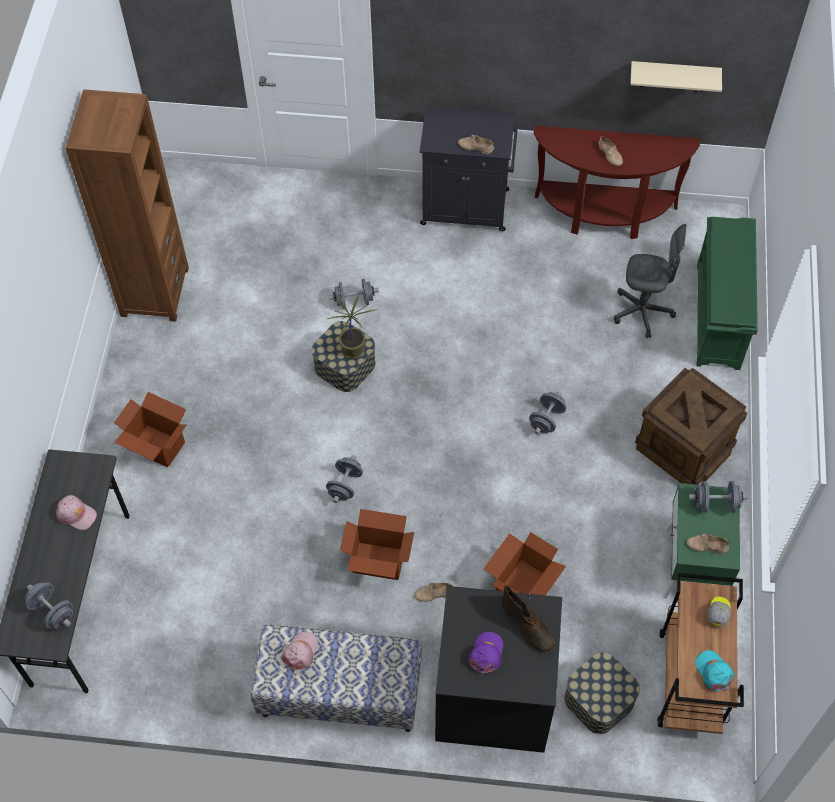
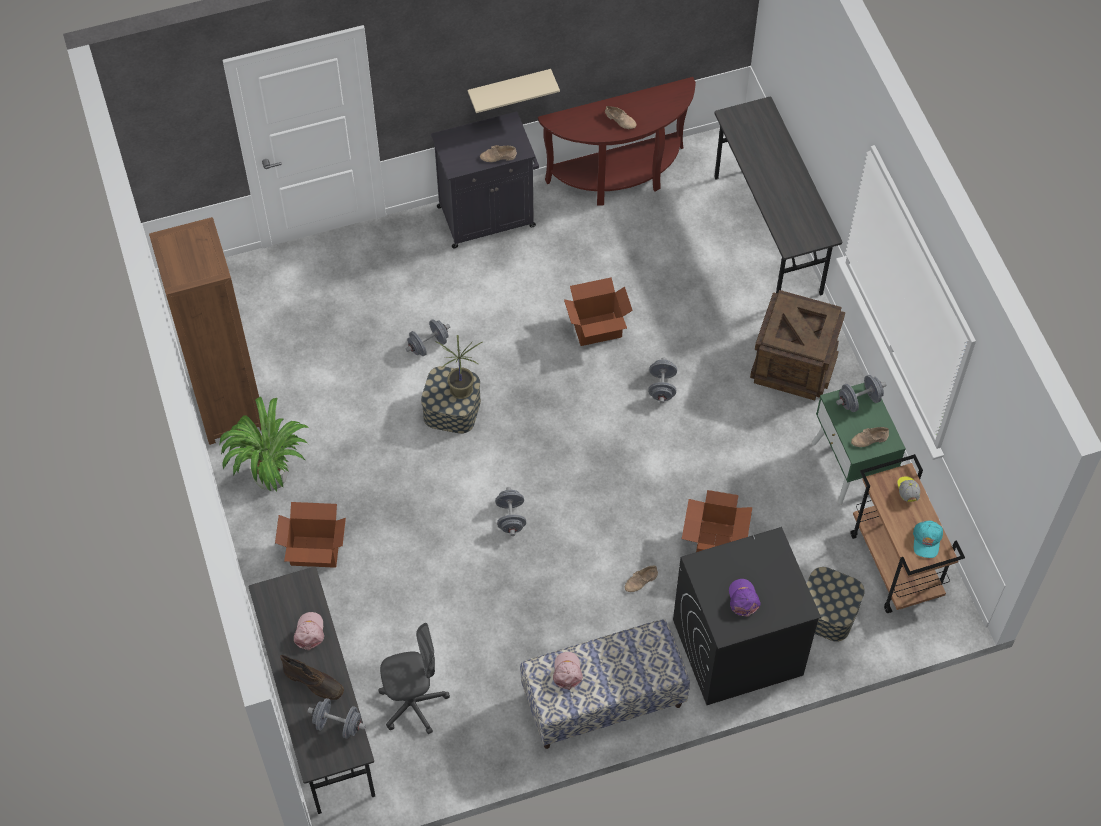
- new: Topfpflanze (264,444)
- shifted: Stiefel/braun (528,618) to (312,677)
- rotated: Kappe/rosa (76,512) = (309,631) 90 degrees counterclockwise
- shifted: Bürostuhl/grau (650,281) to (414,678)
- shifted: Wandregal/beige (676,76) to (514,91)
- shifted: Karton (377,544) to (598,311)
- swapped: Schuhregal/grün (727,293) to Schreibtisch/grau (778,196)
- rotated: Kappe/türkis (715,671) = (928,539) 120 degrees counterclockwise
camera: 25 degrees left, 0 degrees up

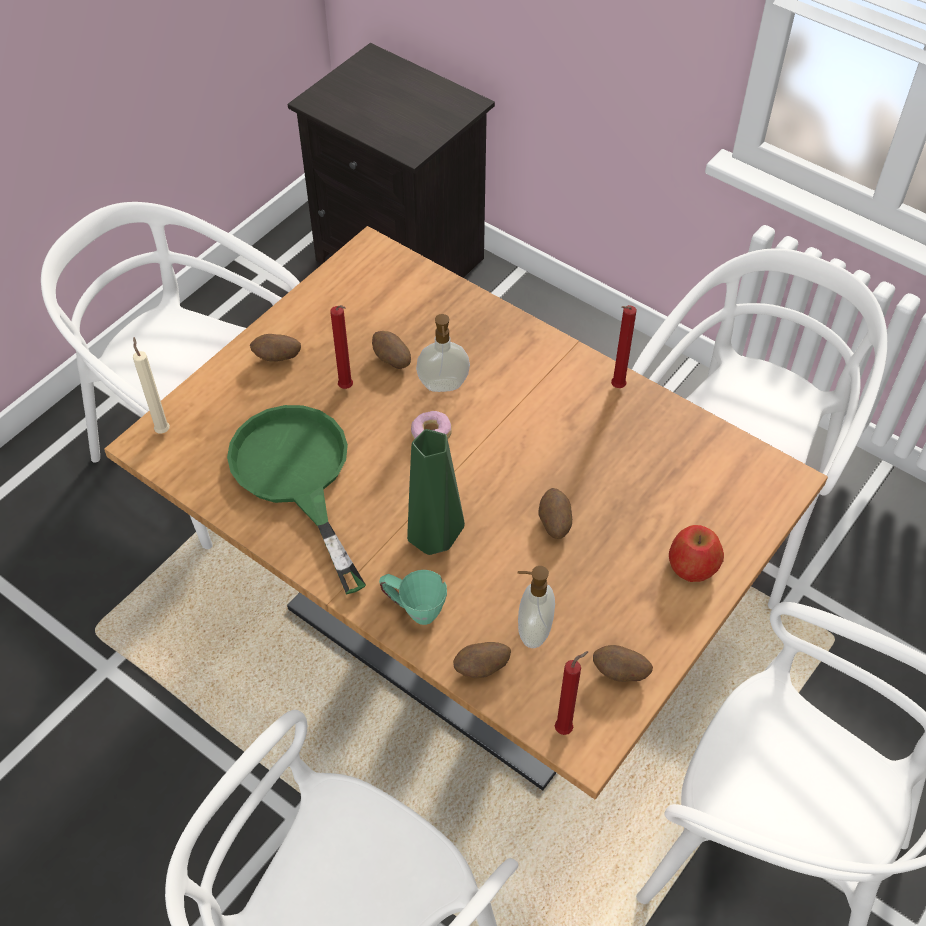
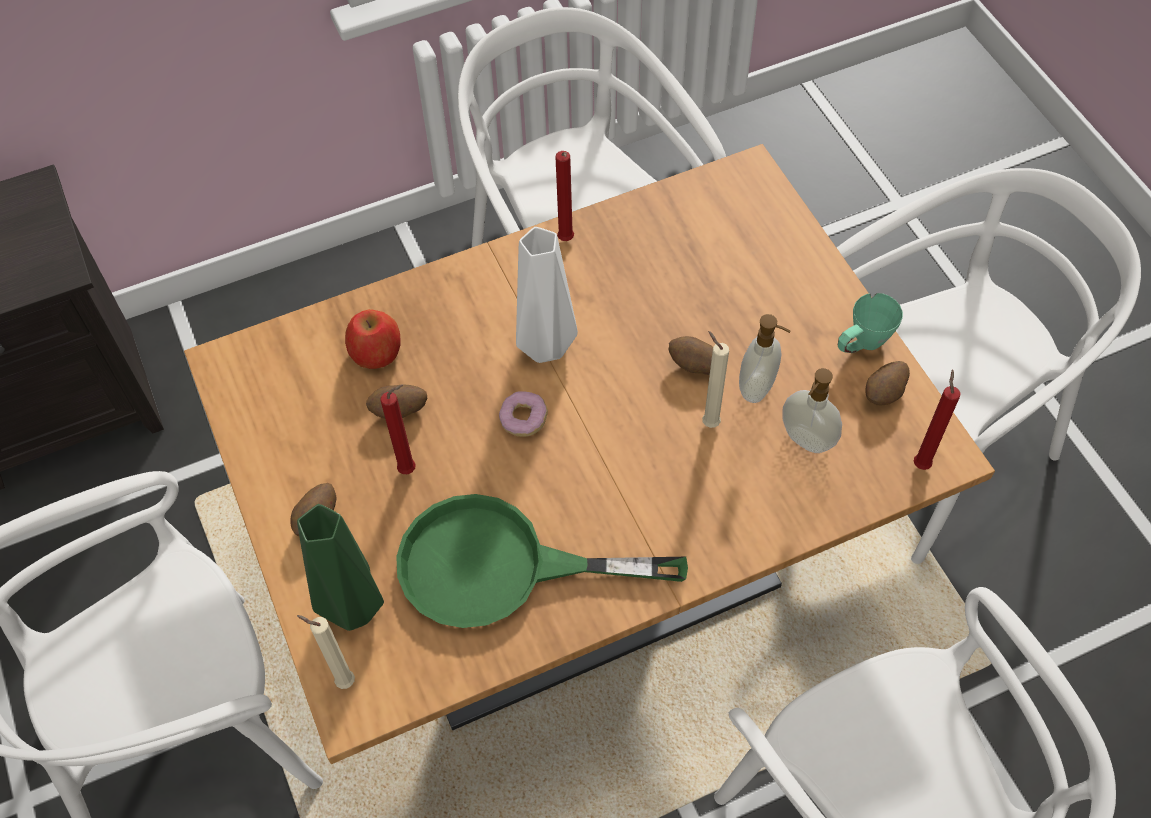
- shifted: Vase/grün (436,492) to (340,567)
- shifted: Apfel (696,553) to (373,339)
- new: Vase/weiß (547,295)
- new: Kerze/beige (715,379)
- shifted: Seifenspender (443,353) to (764,358)
- shifted: Henkelbecher/grün (413,597) to (870,323)
- gone: Kartoffel (482,660)
camera: 60 degrees left, 5 degrees up

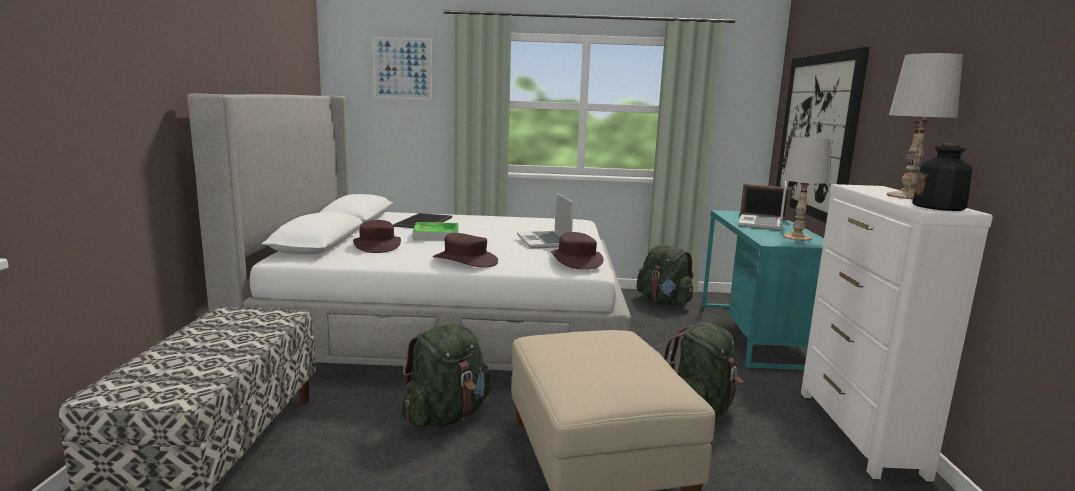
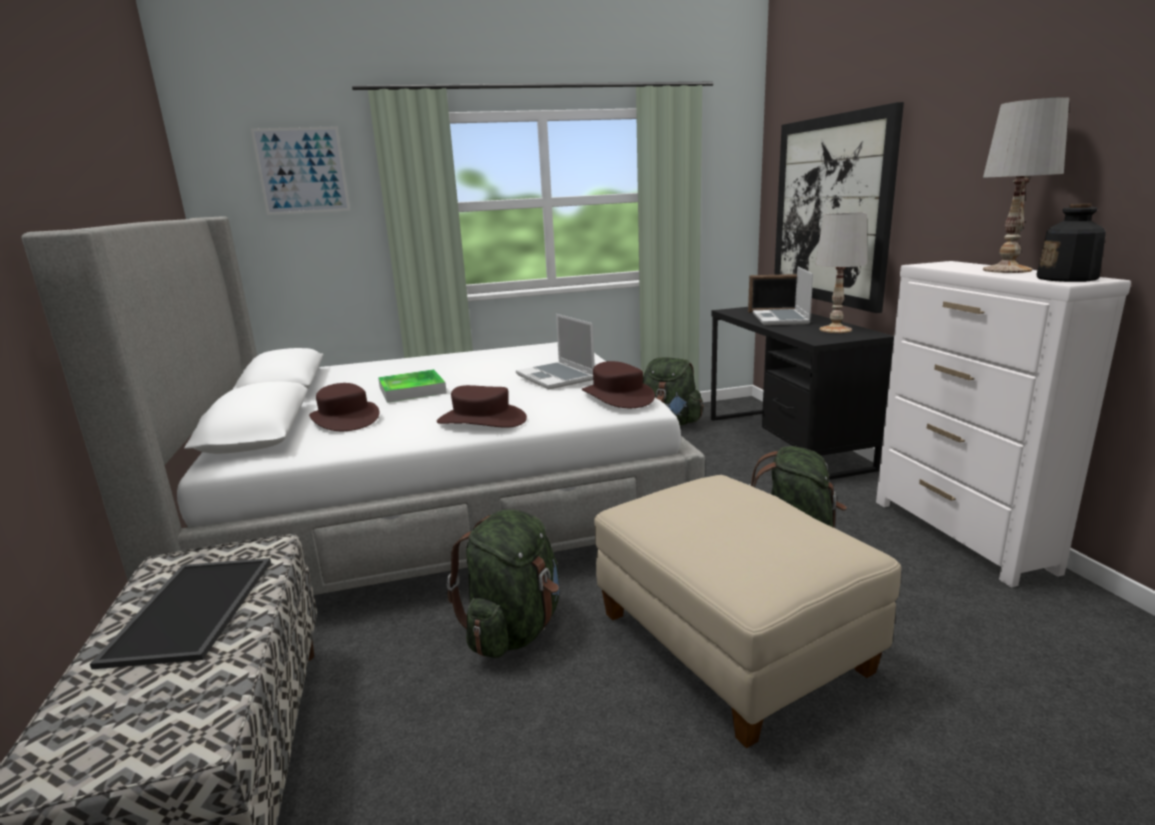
- shifted: Tablett (422,220) to (180,613)
- repainted: Schreibtisch/türkis (763,290) to Schreibtisch/schwarz (802,393)
camera: 15 degrees left, 5 degrees up

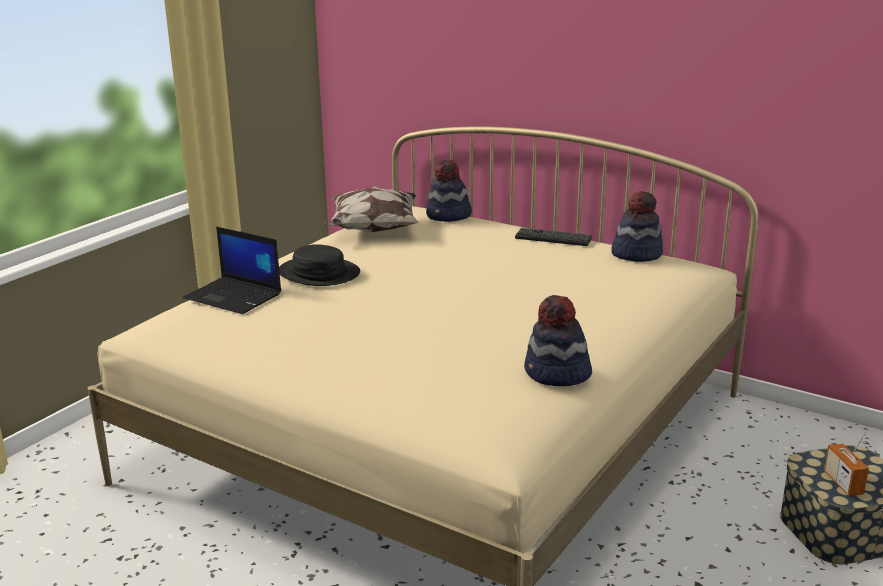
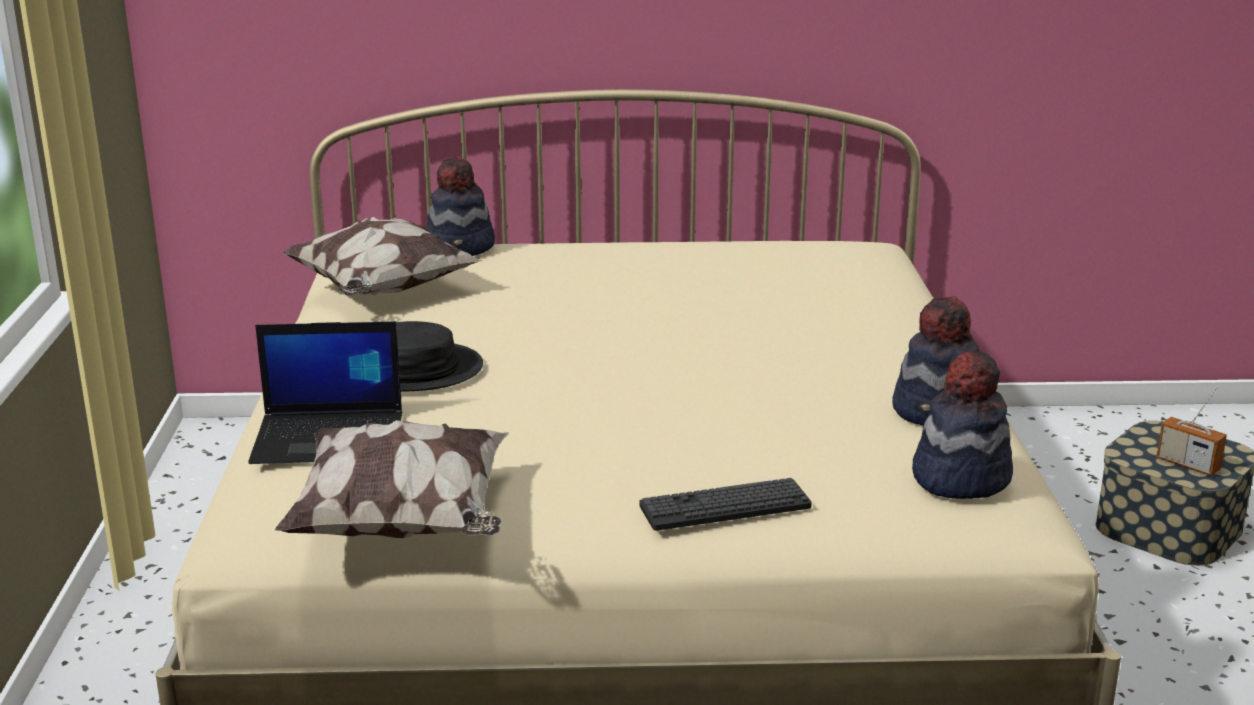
- new: Kissen (392,479)
- shifted: Tastatur (553,237) to (726,504)
- shifted: Hut (637,226) to (962,425)
camera: 35 degrees left, 0 degrees up

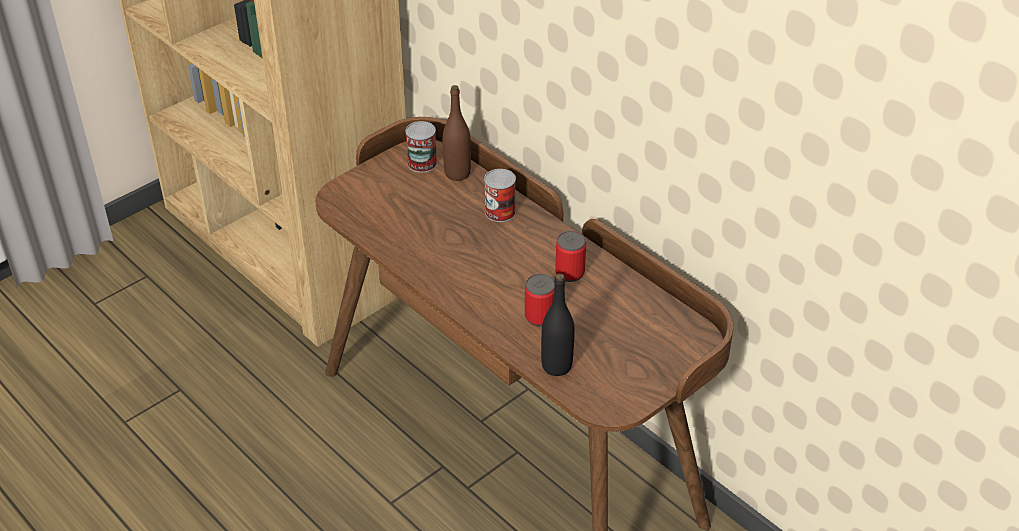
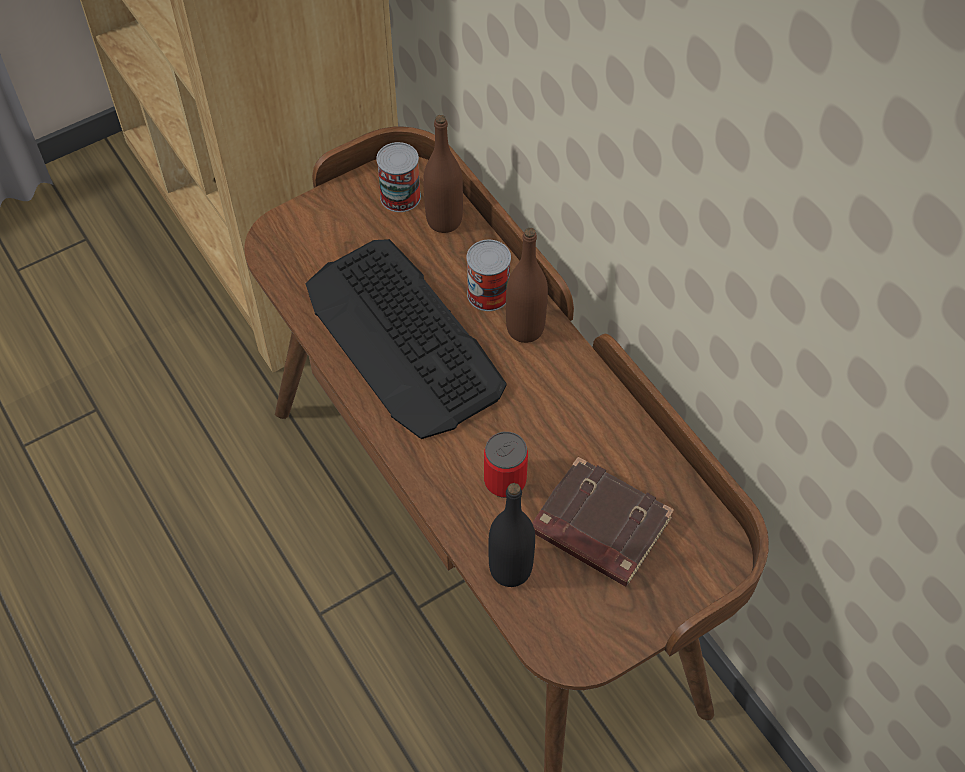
- new: Tastatur (406,339)
- new: Flasche/braun (527,285)
- new: Buch/braun (603,522)
- gone: Dose (570,256)
camera: 10 degrees right, 15 degrees up

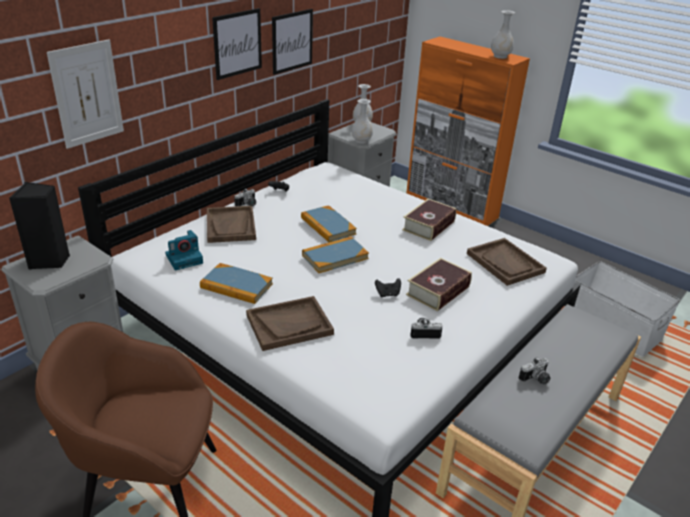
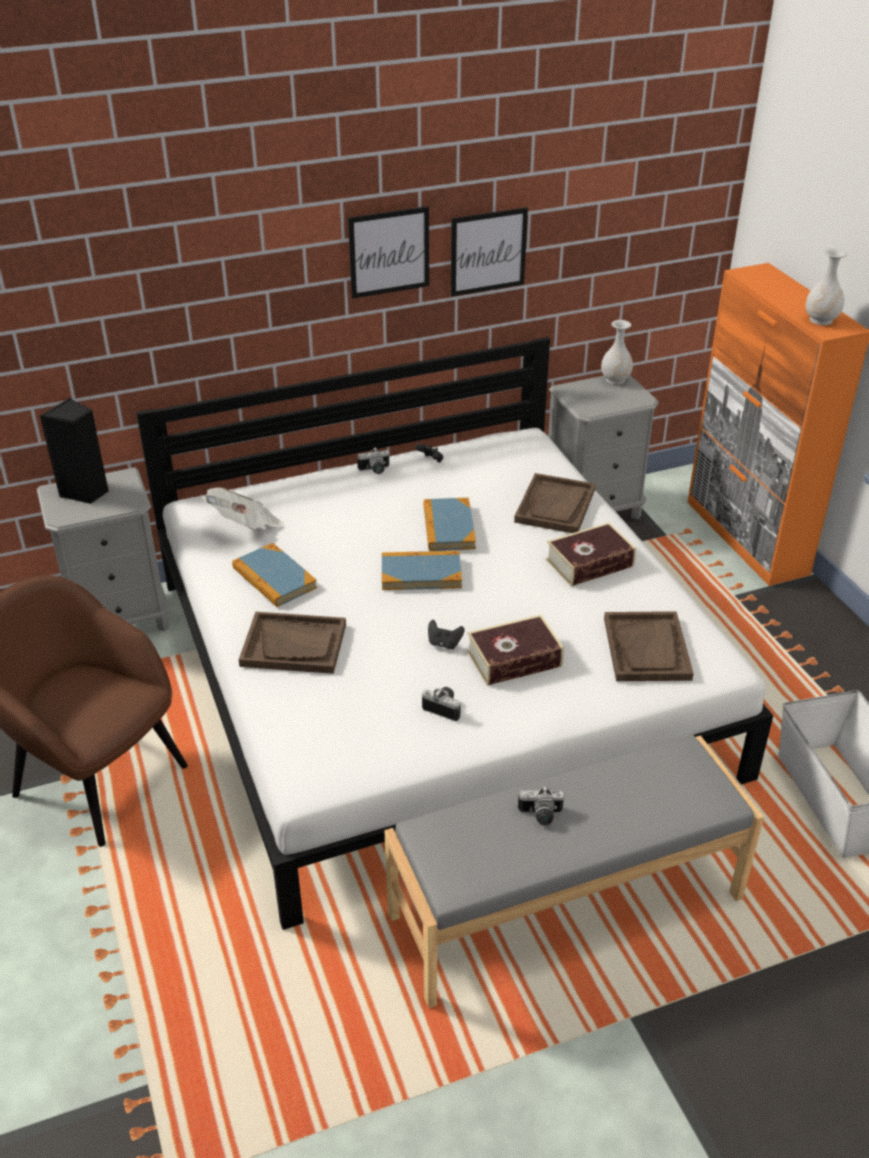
- swapped: Kamera (184,250) to Zeitung (243,508)
- shifted: Tablett/braun (231,224) to (555,503)
- gone: Bild (85,94)
- gone: Vase/weiß (362,121)
camera: 30 degrees right, 5 degrees up

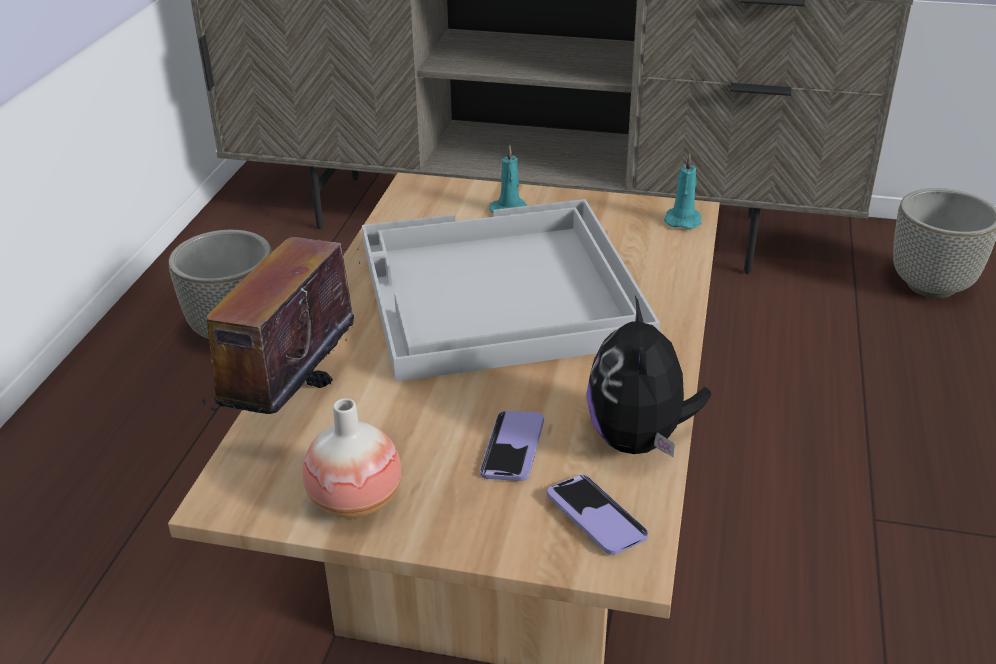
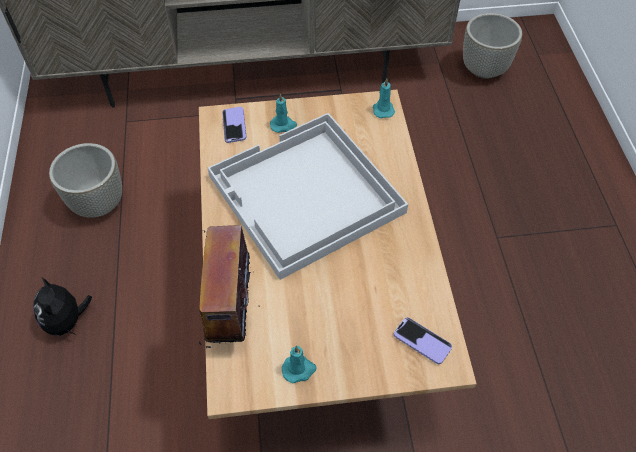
- shifted: Plüschtier (648,376) to (62,307)
- shifted: Handy (512,446) to (234,125)
- swapped: Vase (351,458) to Kerze/türkis (299,364)
camera: 20 degrees left, 20 degrees up

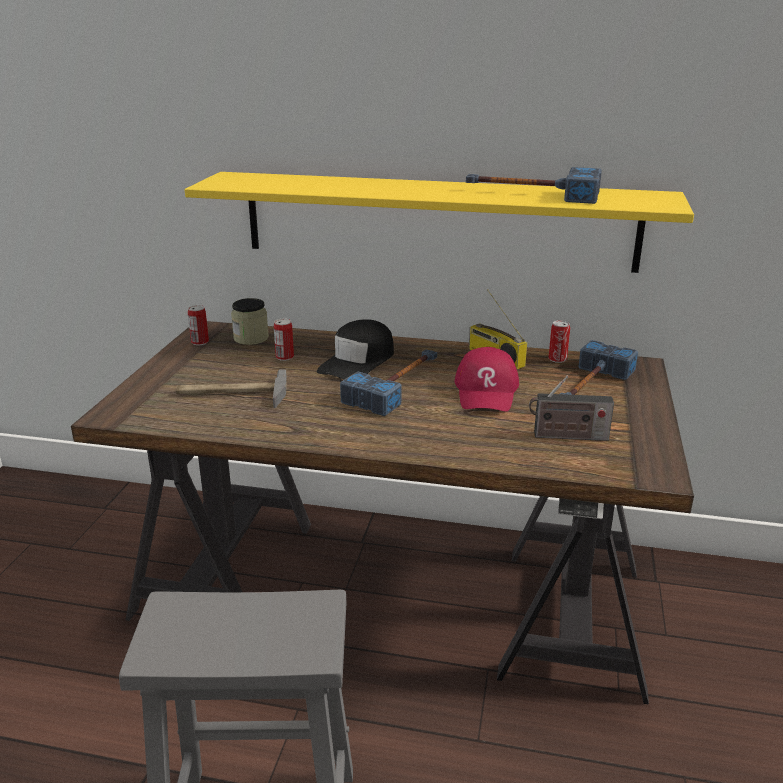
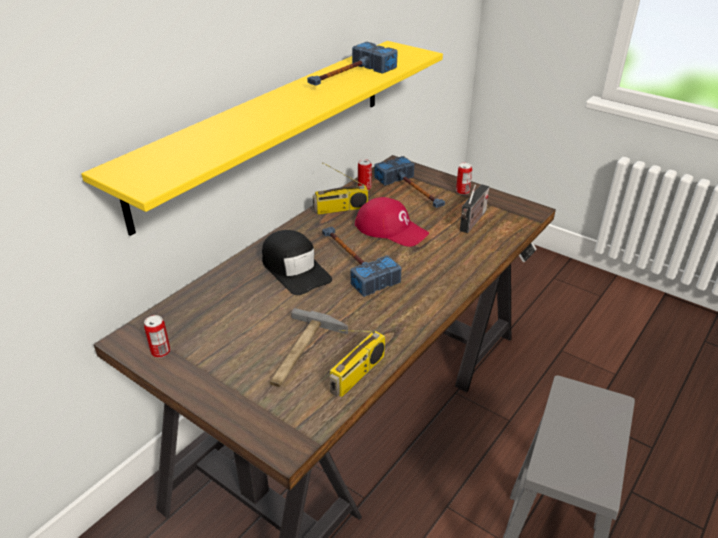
- new: Radio (357,363)
- shifted: Dose (284,340) to (464,179)
- gone: Vorratsglas (250,321)
camera: 65 degrees left, 10 degrees up

